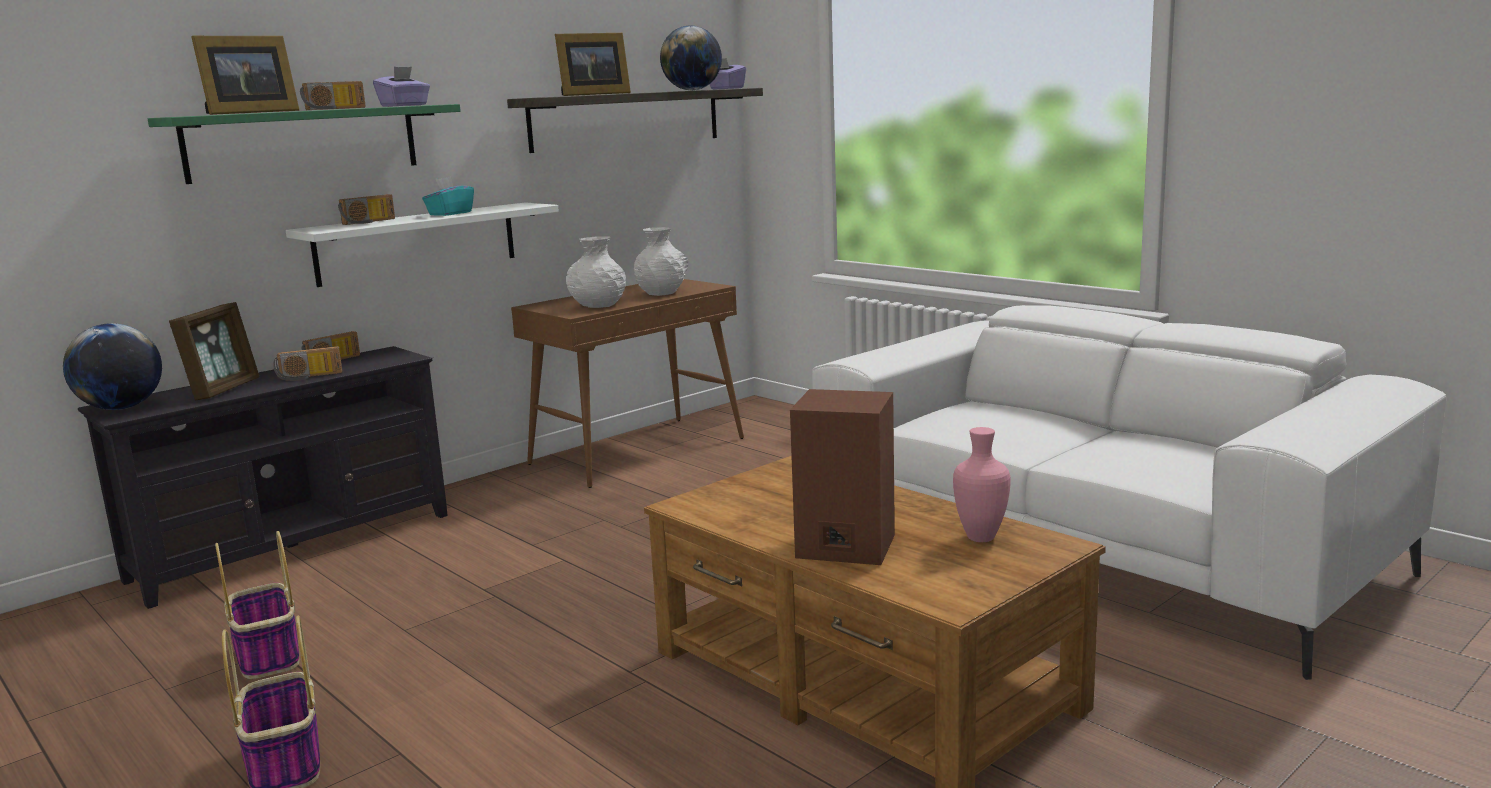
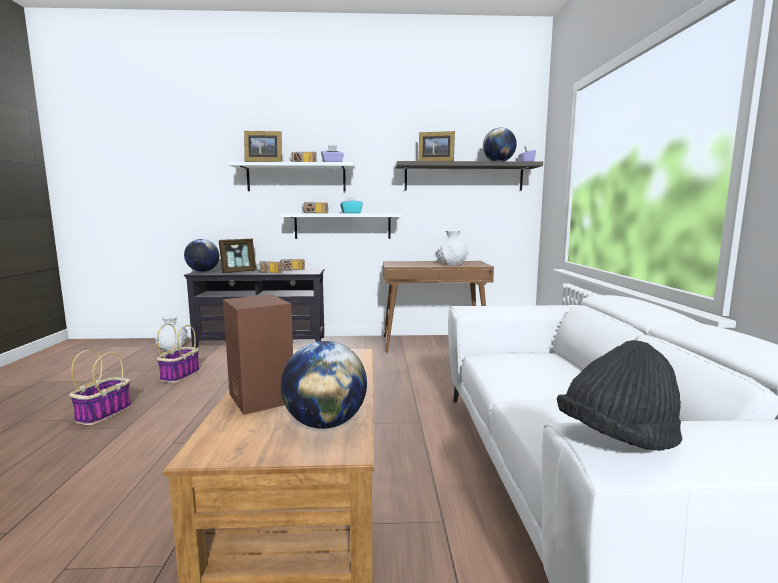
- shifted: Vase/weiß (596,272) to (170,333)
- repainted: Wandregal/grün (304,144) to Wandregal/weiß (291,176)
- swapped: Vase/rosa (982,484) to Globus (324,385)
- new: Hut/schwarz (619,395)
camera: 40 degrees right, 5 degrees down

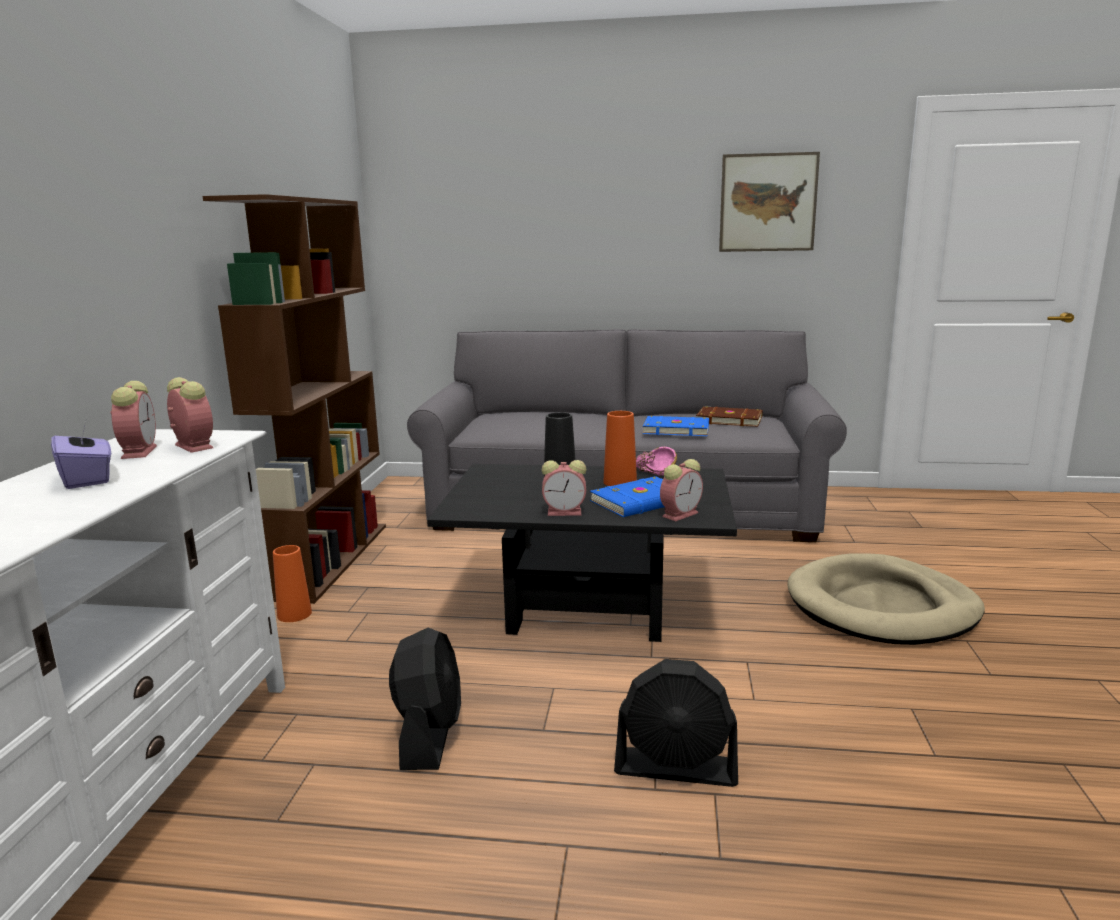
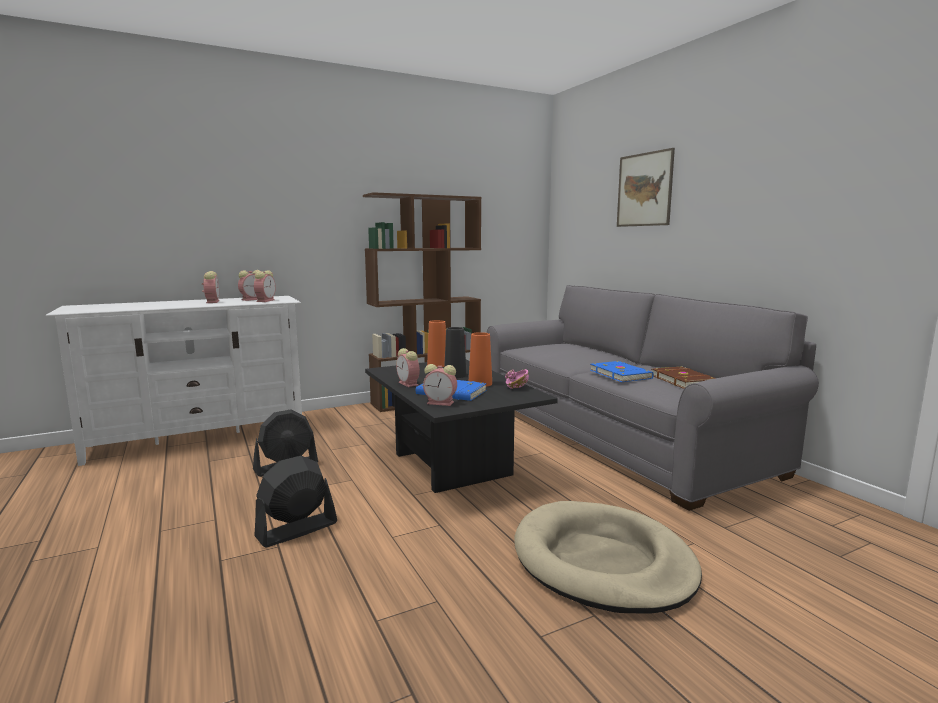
- swapped: Taschentuchbox/lila (81,455) to Wecker (210,287)
- rotated: Ventilator/schwarz (676,723) = (295,501) 75 degrees clockwise
- shifted: Vase/orange (292,583) to (436,343)
- shifted: Bild (769,202) to (646,187)
camera: 55 degrees right, 5 degrees down

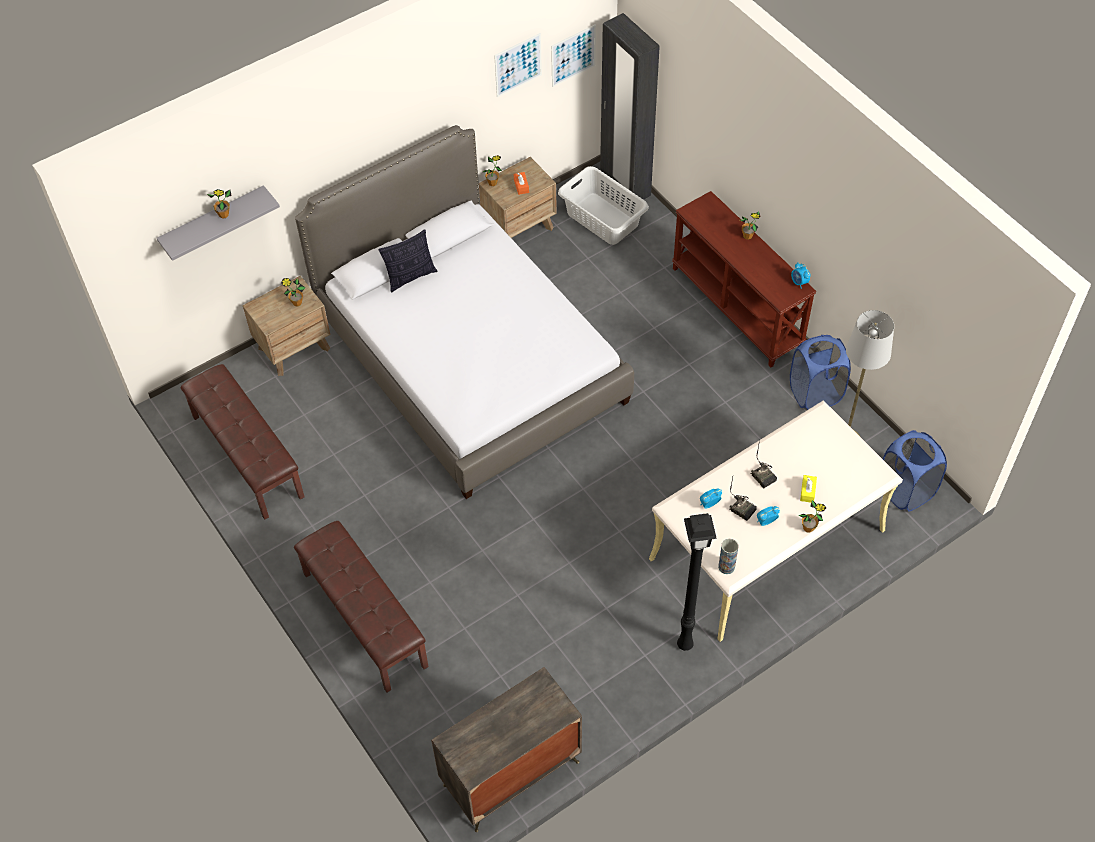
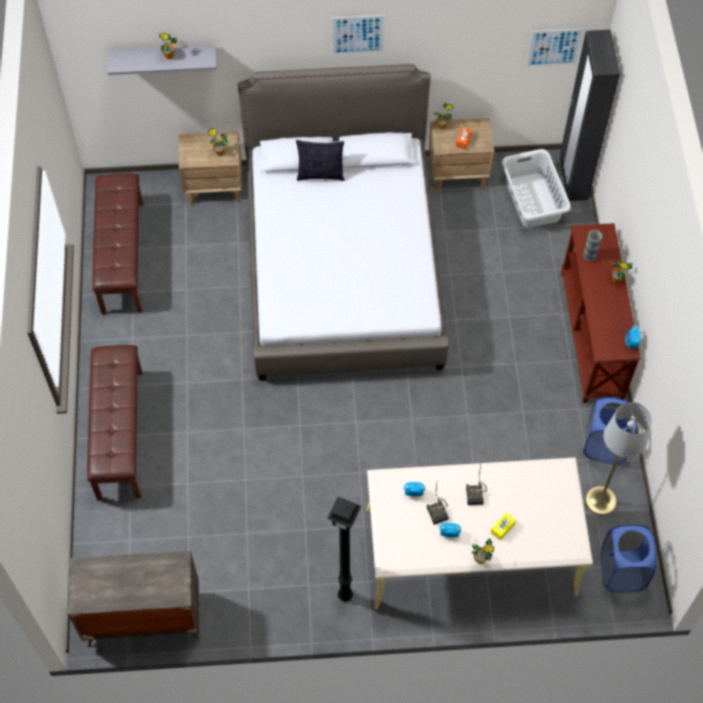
- shifted: Bild (518,65) to (358,35)
- shifted: Vase (728,556) to (592,245)
camera: 30 degrees right, 5 degrees up

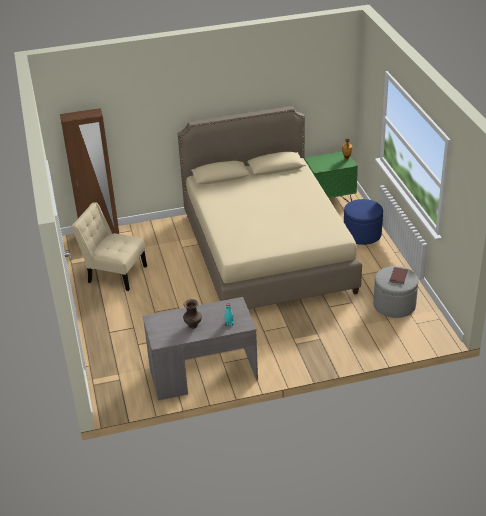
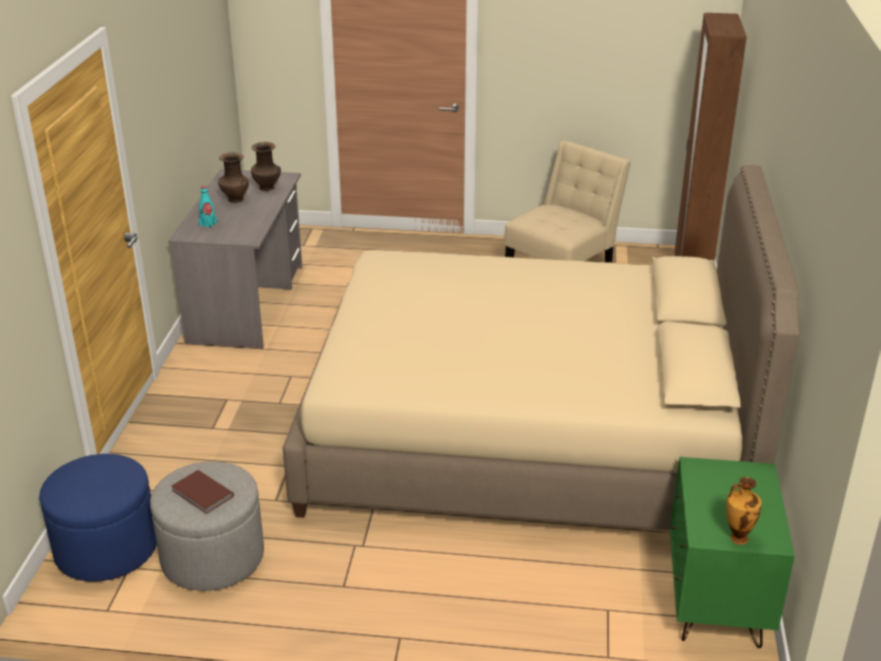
- shifted: Polsterhocker/blau (363,222) to (98,518)
- new: Vase/braun (266,166)
camera: 110 degrees right, 5 degrees down

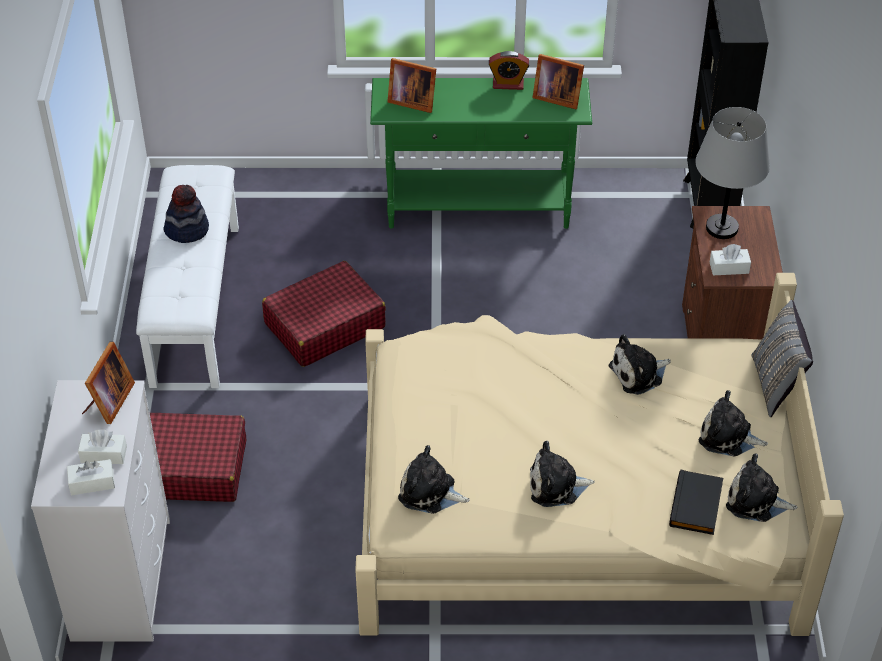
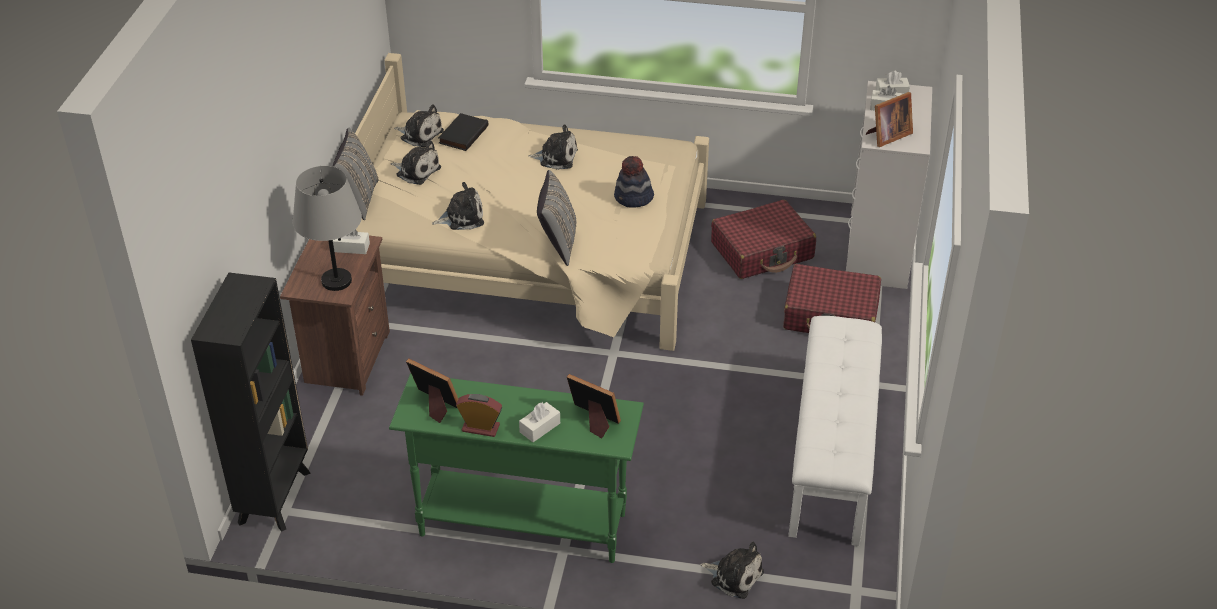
- new: Taschentuchbox/weiß (539,422)
- new: Kissen/grau (556,218)
- shifted: Hut (186,214) to (634,182)
- shifted: Plüschtier (434,479) to (732,570)
- shifted: Koffer/rot (324,314) to (763,239)
- rotated: Bilderrahmen (108,383) = (889,119) 150 degrees counterclockwise
camera: 170 degrees left, 5 degrees down

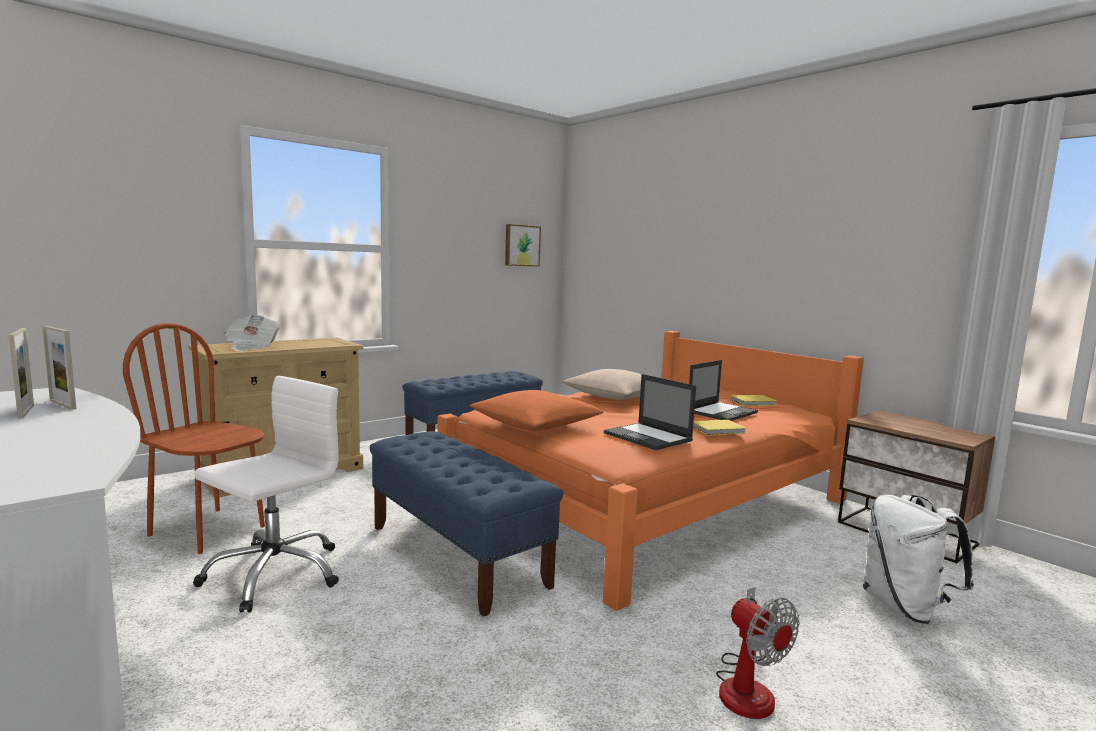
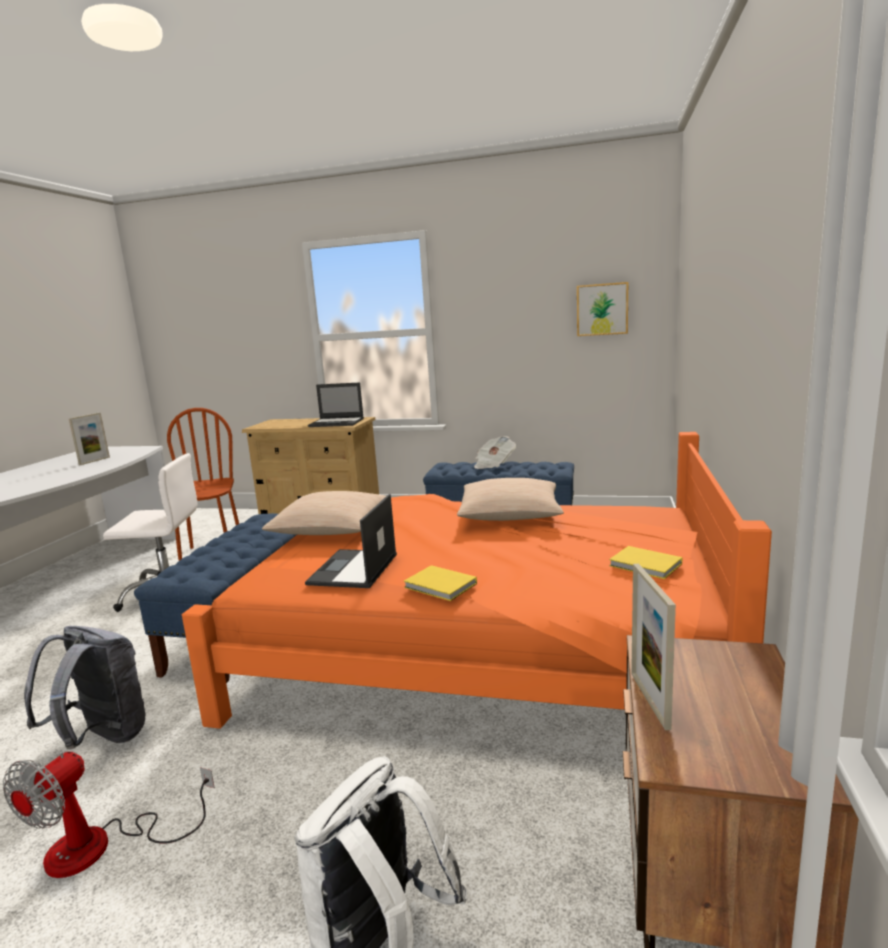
- new: Rucksack/grau (84,687)
- repainted: Kissen/orange (537,410) to Kissen/beige (324,513)
- shifted: Laptop (723,390) to (336,404)
- shifted: Zeitung (253,333) to (495,452)
- shifted: Bilderrahmen (59,368) to (653,647)
camera: 55 degrees right, 5 degrees up

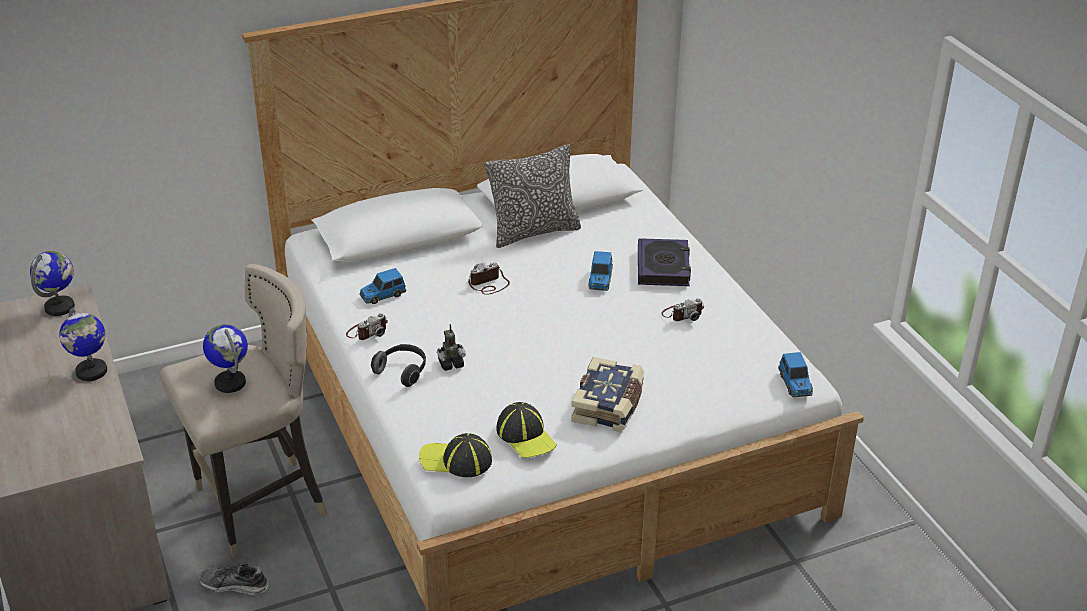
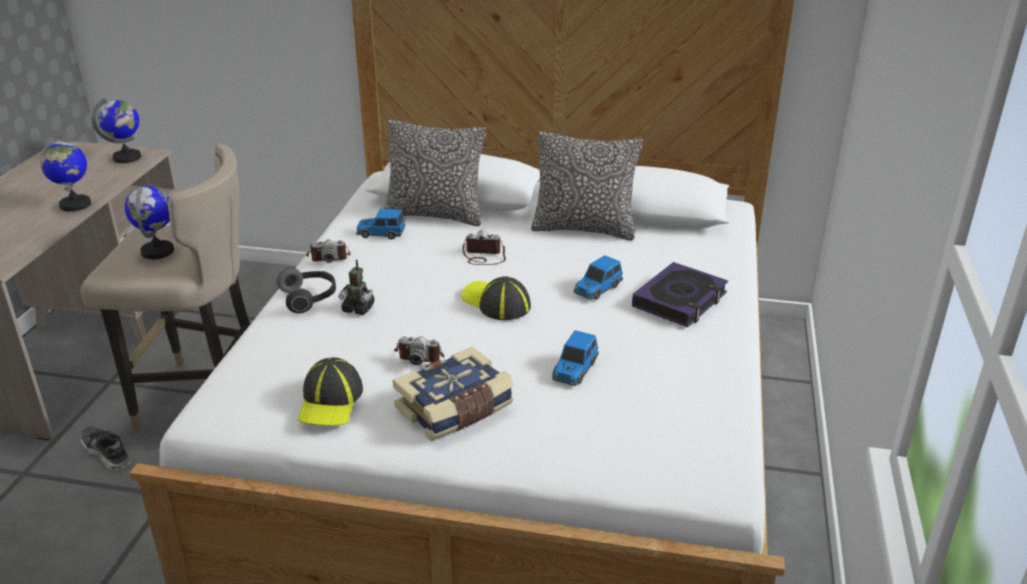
- new: Kissen (435,173)
- shifted: Kamera (682,309) to (419,350)
- shifted: Kappe (455,455) to (496,298)
- shifted: Spielzeugauto (795,375) to (575,358)
camera: 35 degrees right, 5 degrees down

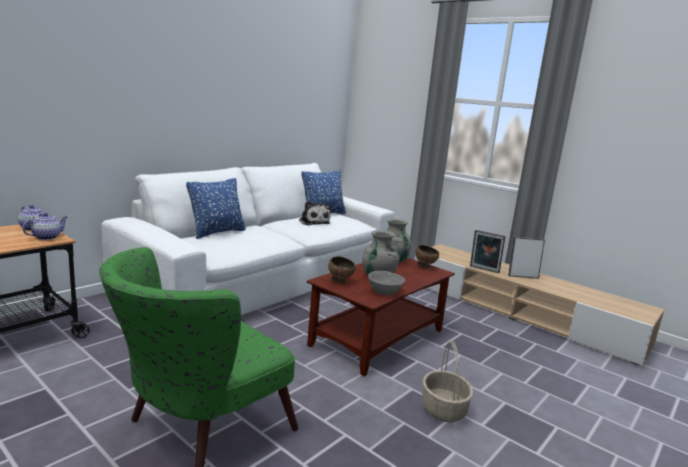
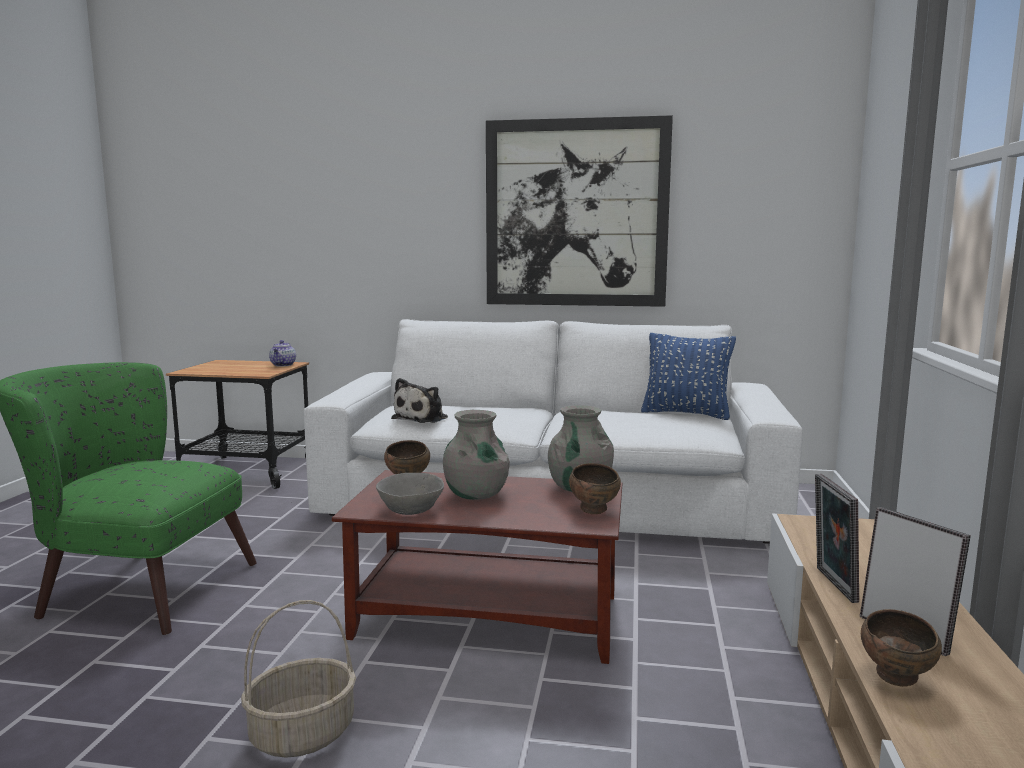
- shifted: Plüschtier (314,213) to (419,400)
- new: Bild (579,211)
- new: Schüssel/braun (901,648)
- gone: Teekanne (44,226)
- gone: Kissen/blau (216,208)
camera: 60 degrees right, 5 degrees down

